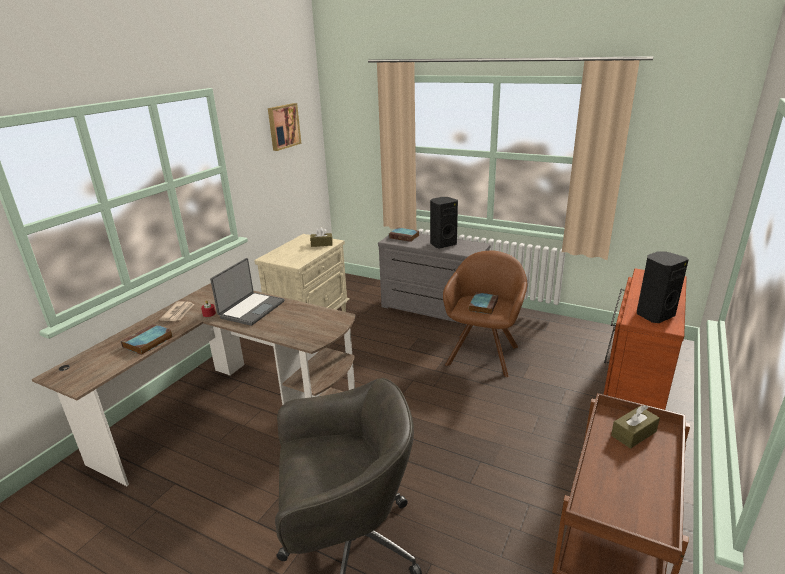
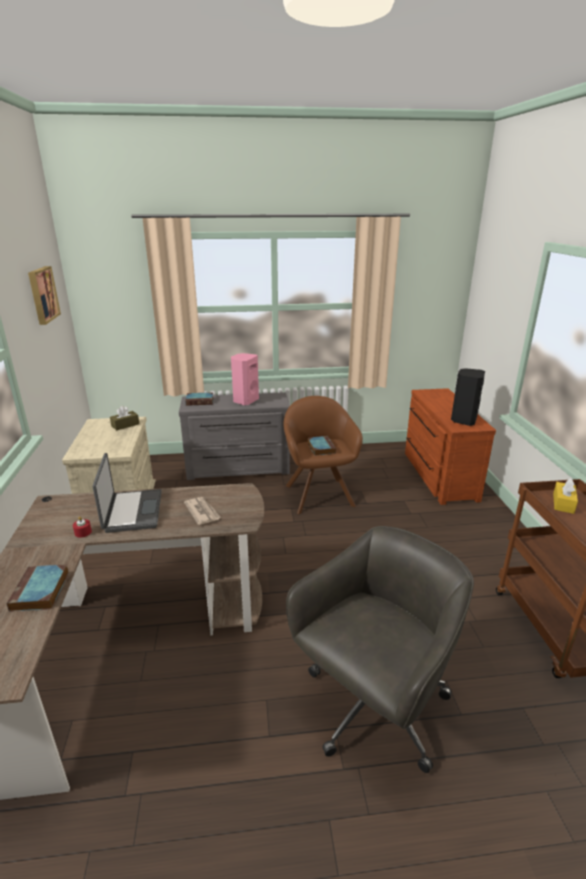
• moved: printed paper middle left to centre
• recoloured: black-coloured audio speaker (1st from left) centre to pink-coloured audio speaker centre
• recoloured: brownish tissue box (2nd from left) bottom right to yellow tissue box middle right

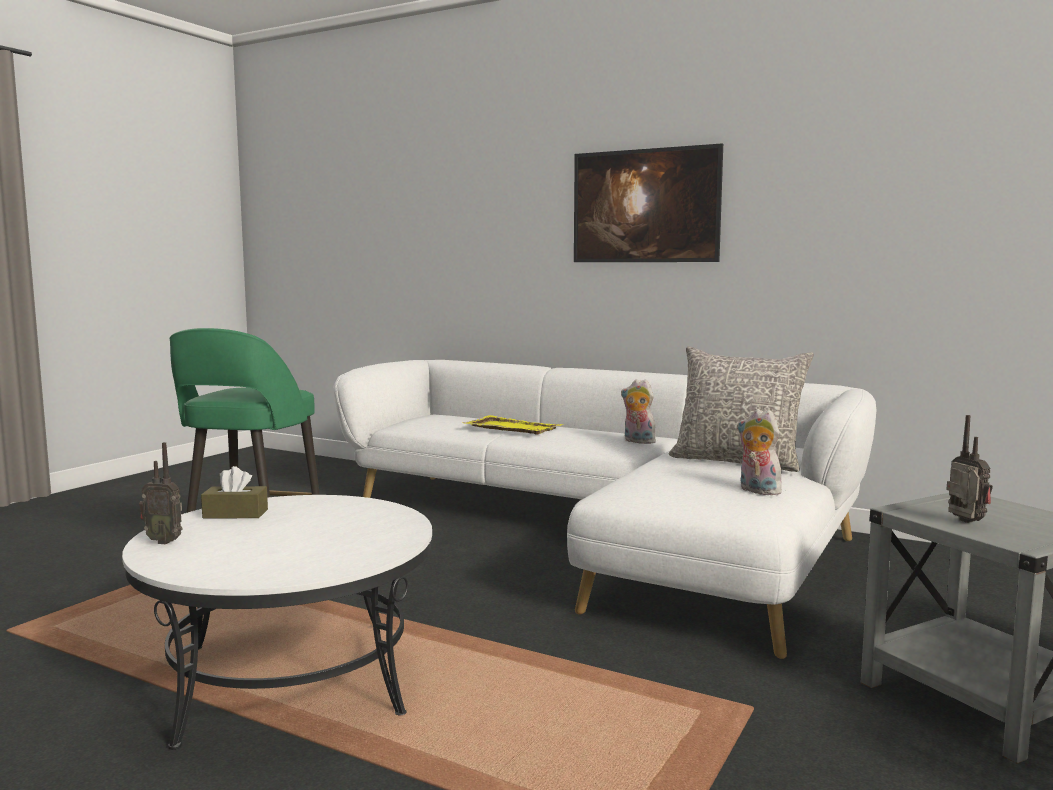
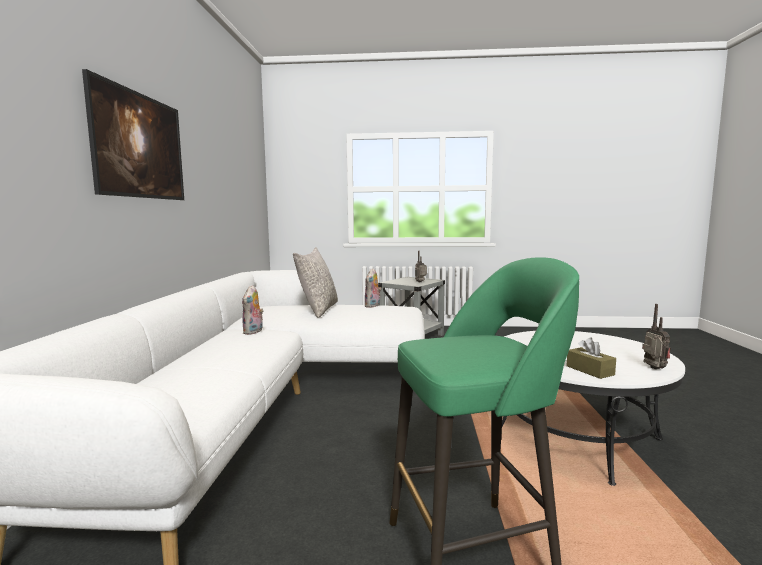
• removed: yellow carrying tray centre

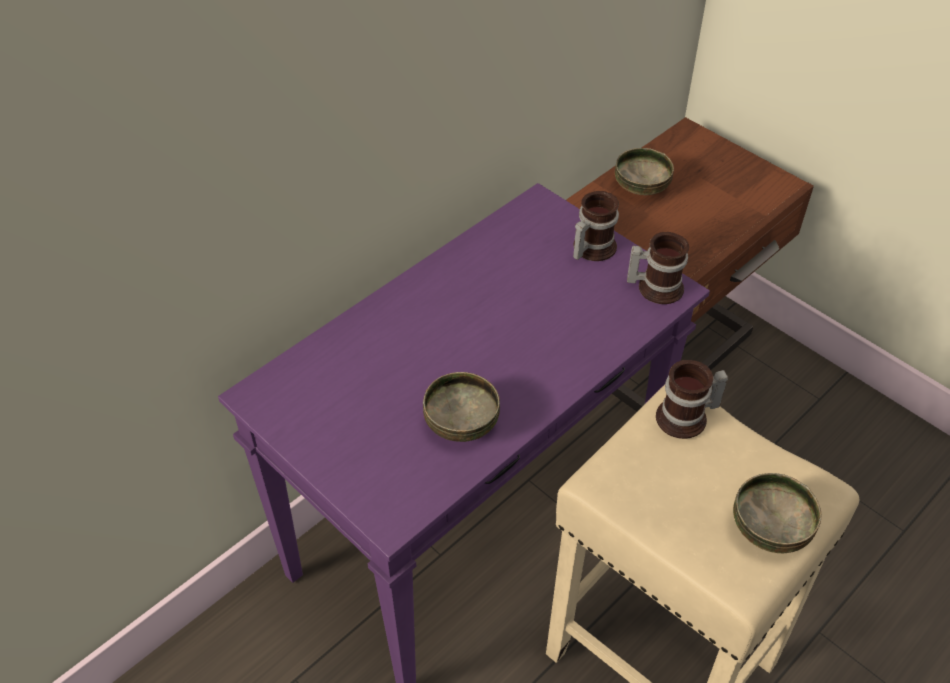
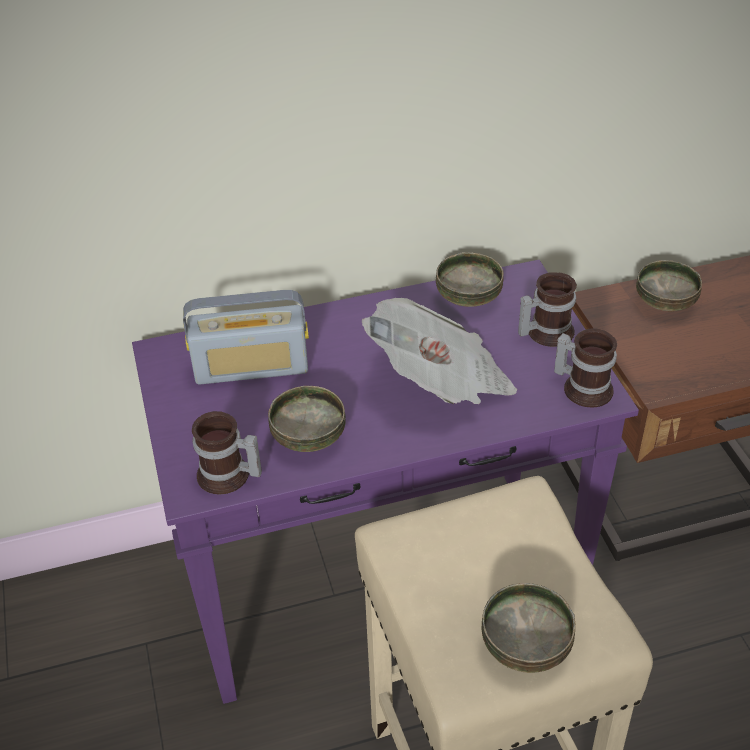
• added: radio receiver middle left
• added: printed paper centre
• added: serving bowl (2nd from left) centre
• moved: coffee mug (3rd from left in the first image) middle right to coffee mug (1st from left) middle left

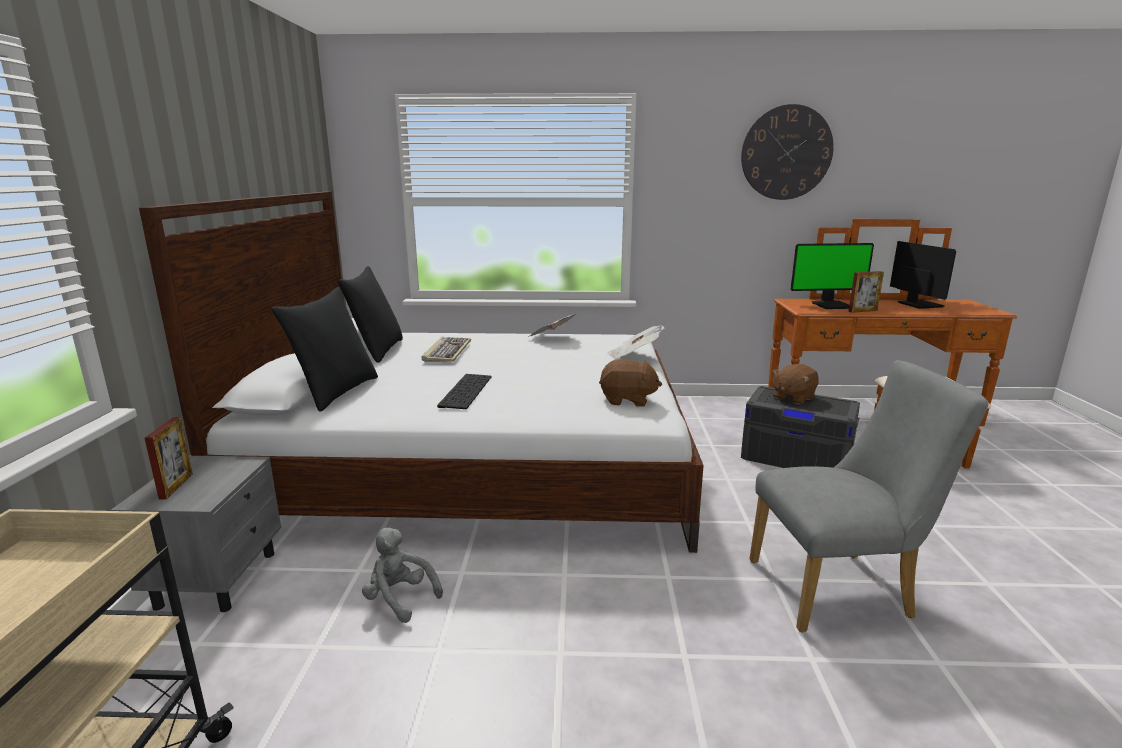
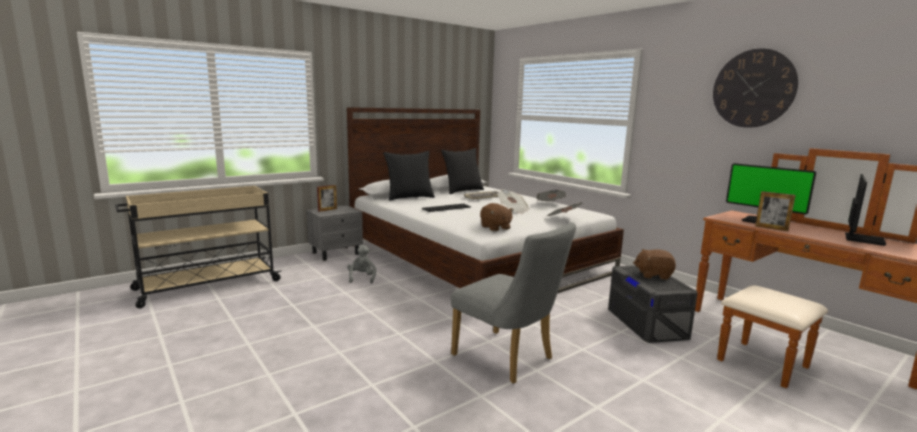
• added: printed paper (1st from left) centre

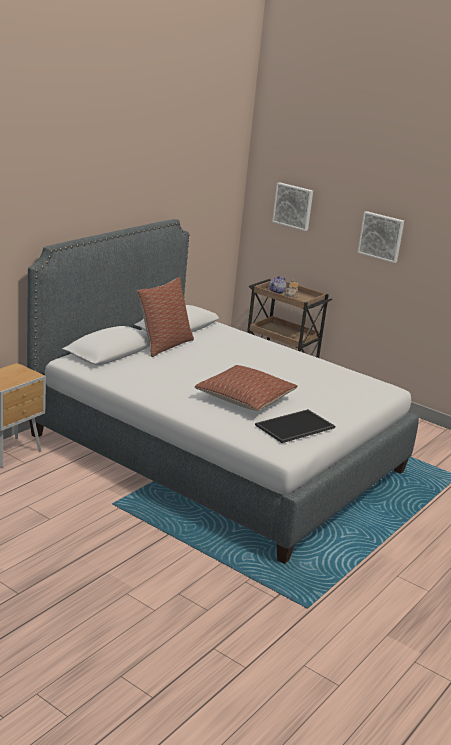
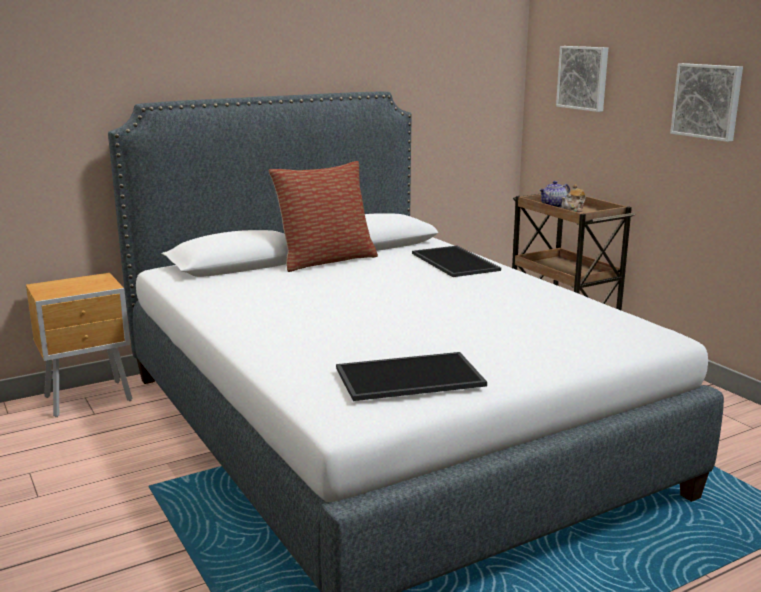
• removed: throw pillow (2nd from left) centre
• added: carrying tray (2nd from left) centre

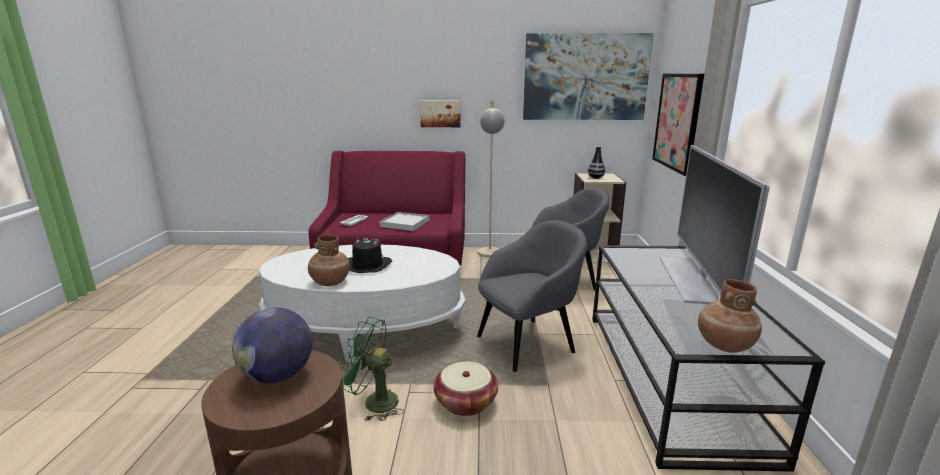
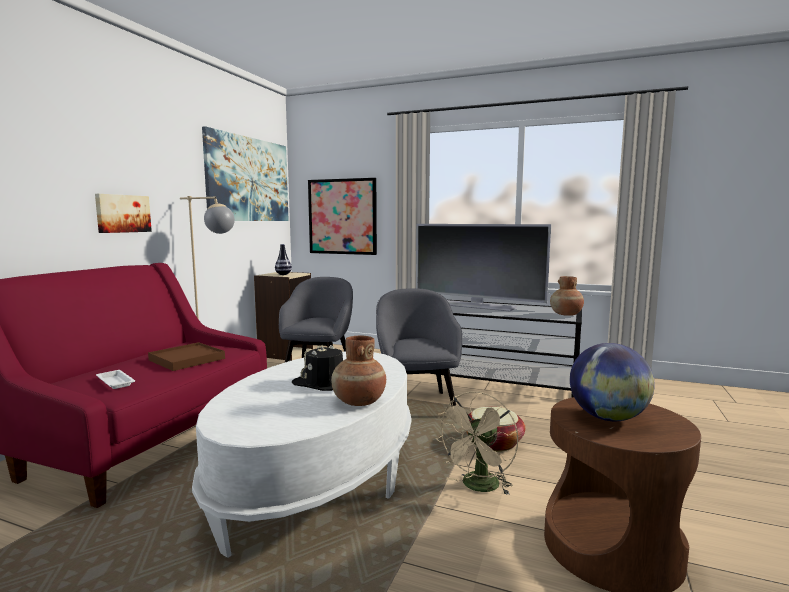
• recoloured: greenish electric fan bottom centre to beige-coloured electric fan bottom centre
• recoloured: white carrying tray (2nd from left) centre to brownish carrying tray middle left

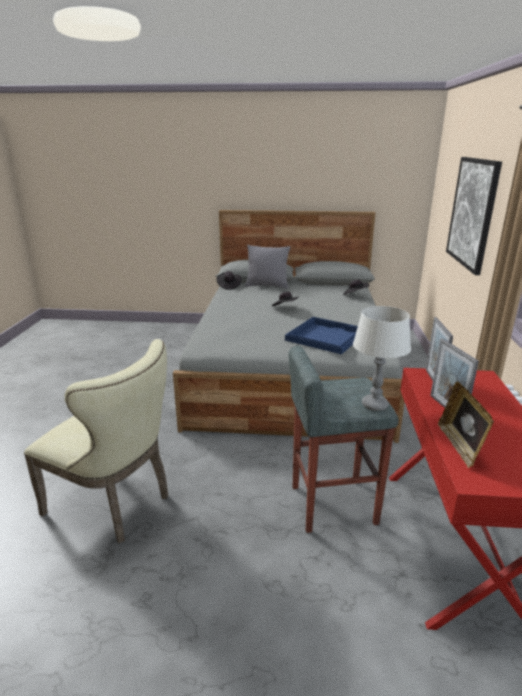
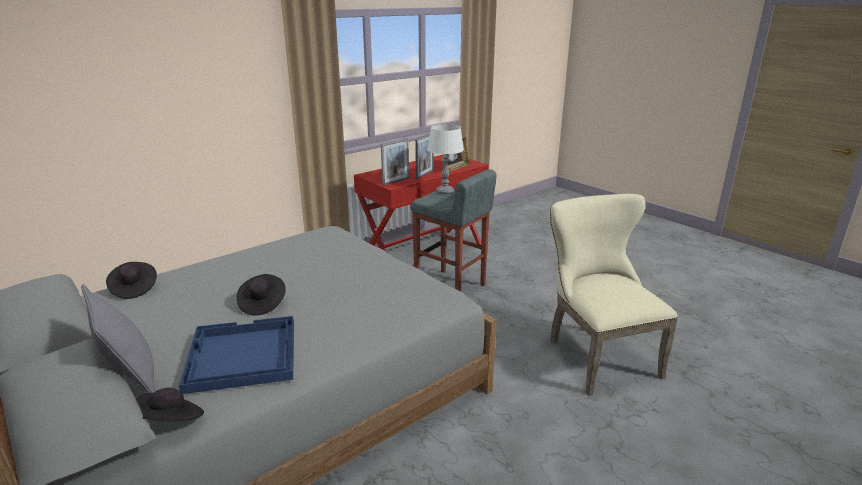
• removed: picture top right
• moved: blue carrying tray centre to bottom left

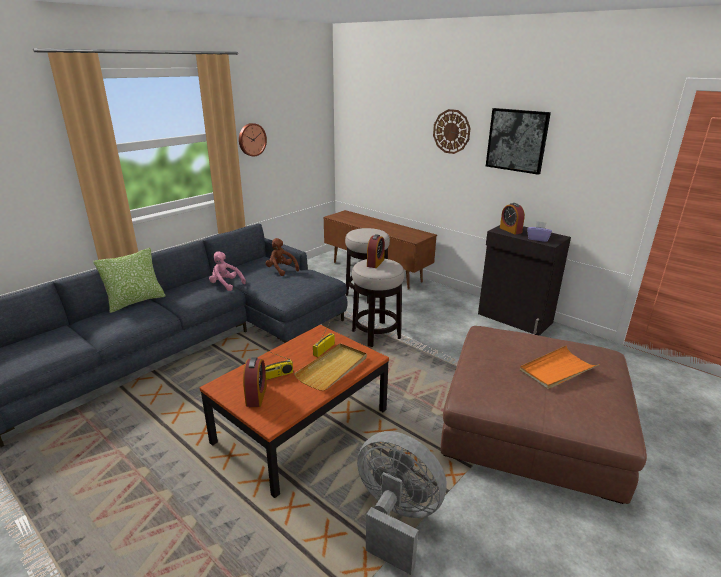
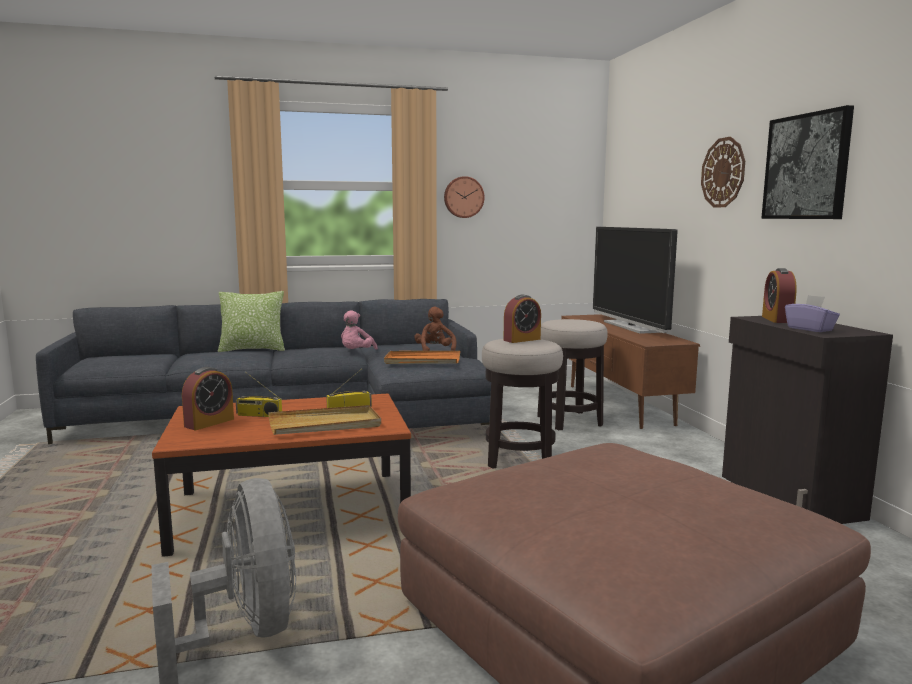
• added: TV set middle right
• moved: orangey carrying tray middle right to centre
• turned: pink-coloured plush toy middle left = centre 135 degrees counterclockwise

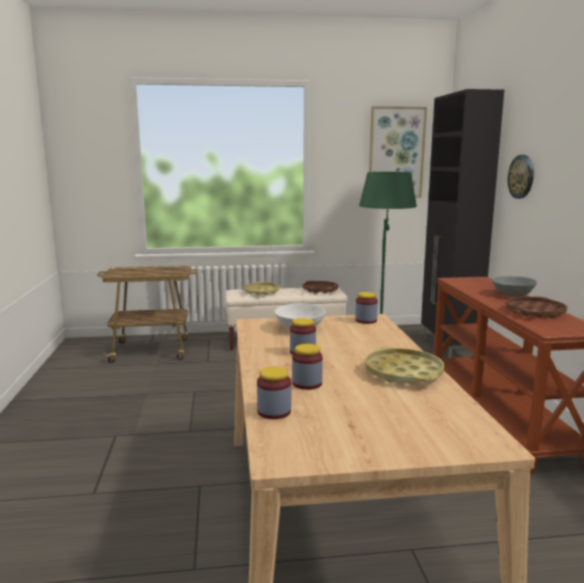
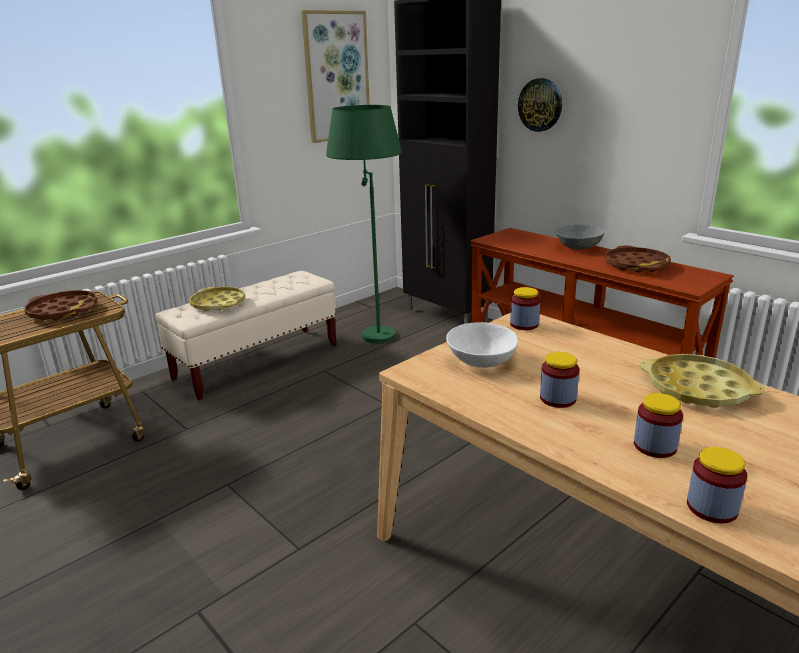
• moved: brownish carrying tray (1st from left) centre to middle left

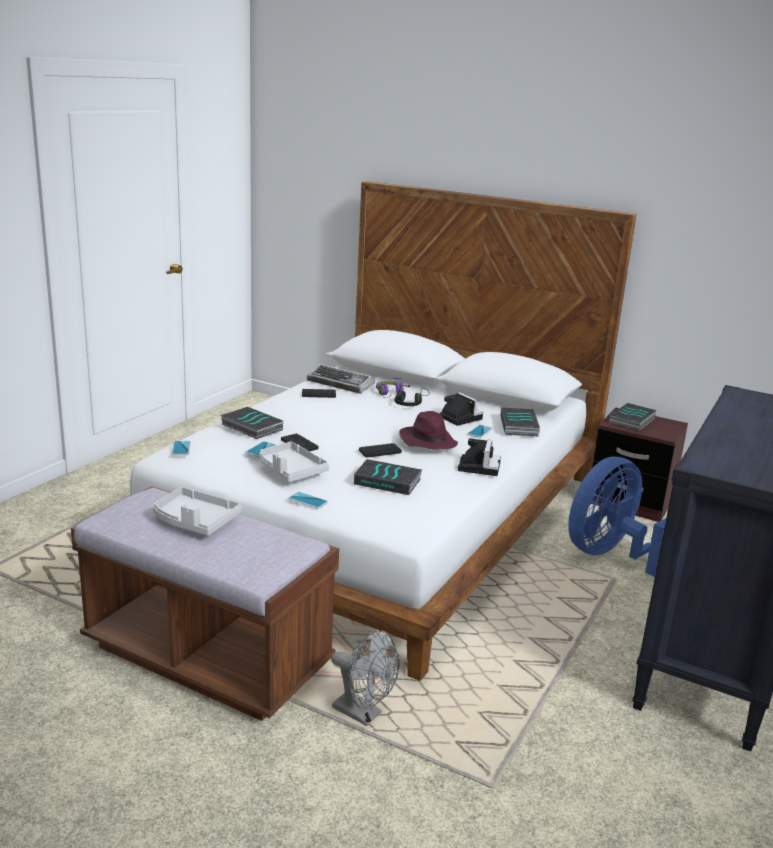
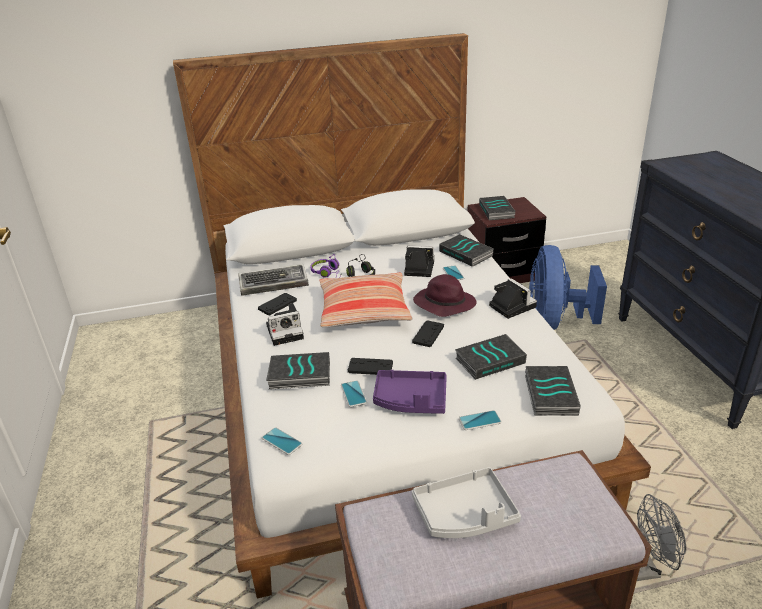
• added: photo camera (1st from left) centre
• added: throw pillow centre
• added: volume (5th from left) middle right
• recoloured: greyish carrying tray (2nd from left) centre to purplish carrying tray centre

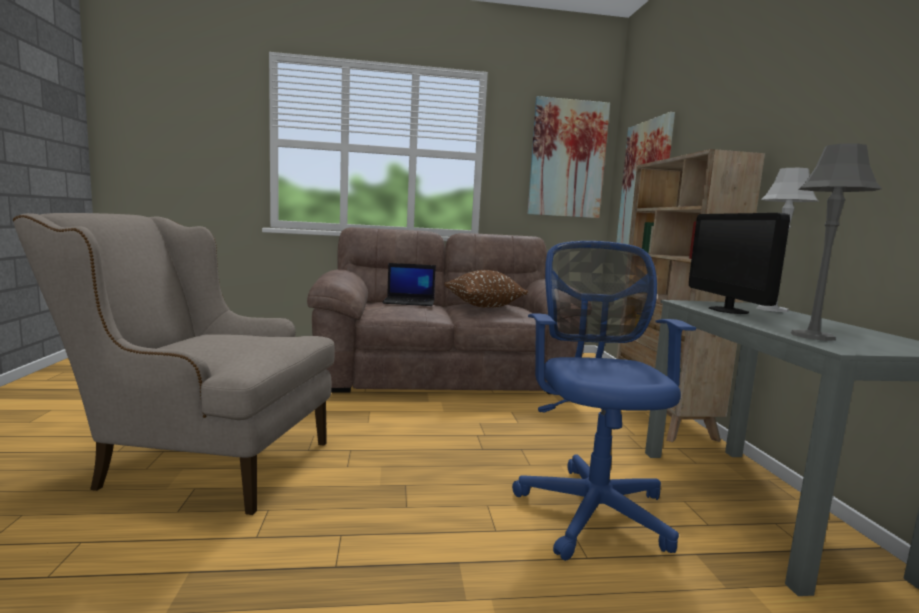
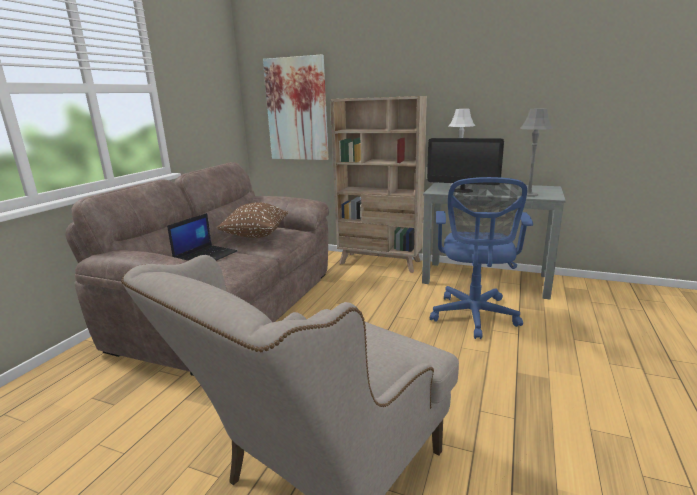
• removed: picture (1st from left) top centre
• turned: blue desk chair centre = middle right 105 degrees counterclockwise

